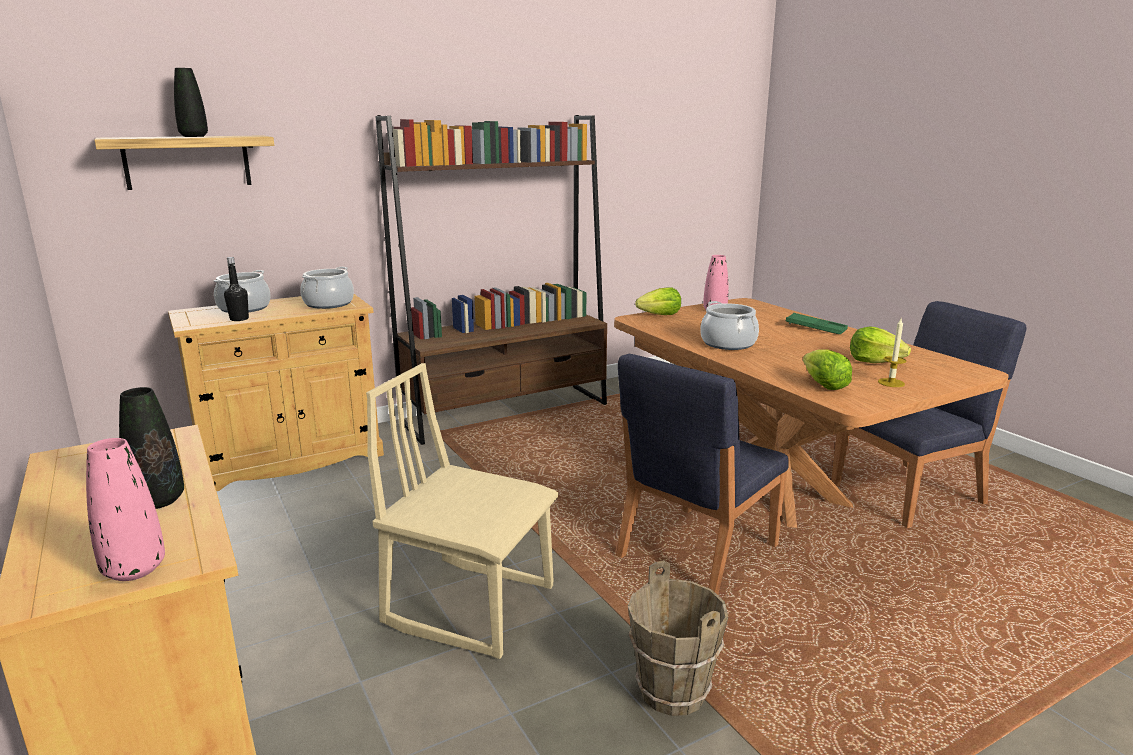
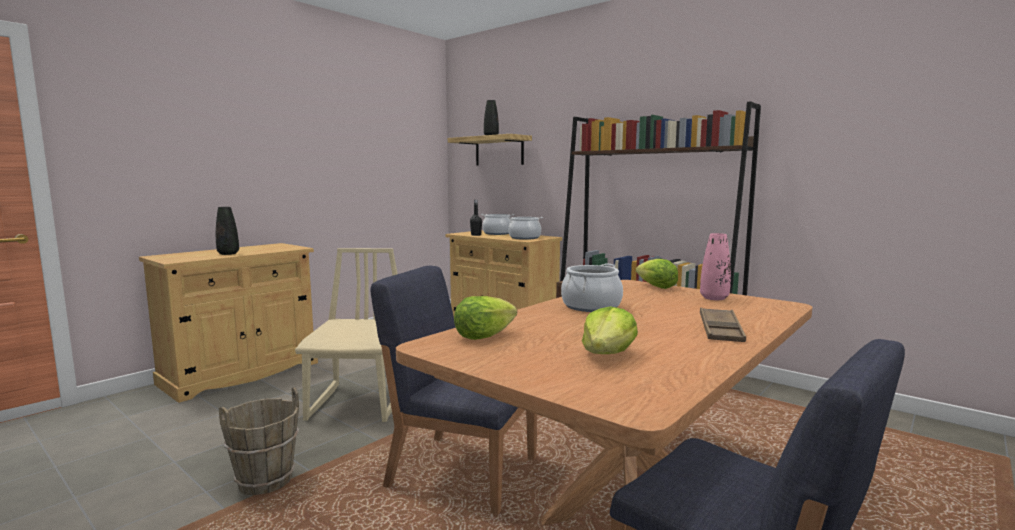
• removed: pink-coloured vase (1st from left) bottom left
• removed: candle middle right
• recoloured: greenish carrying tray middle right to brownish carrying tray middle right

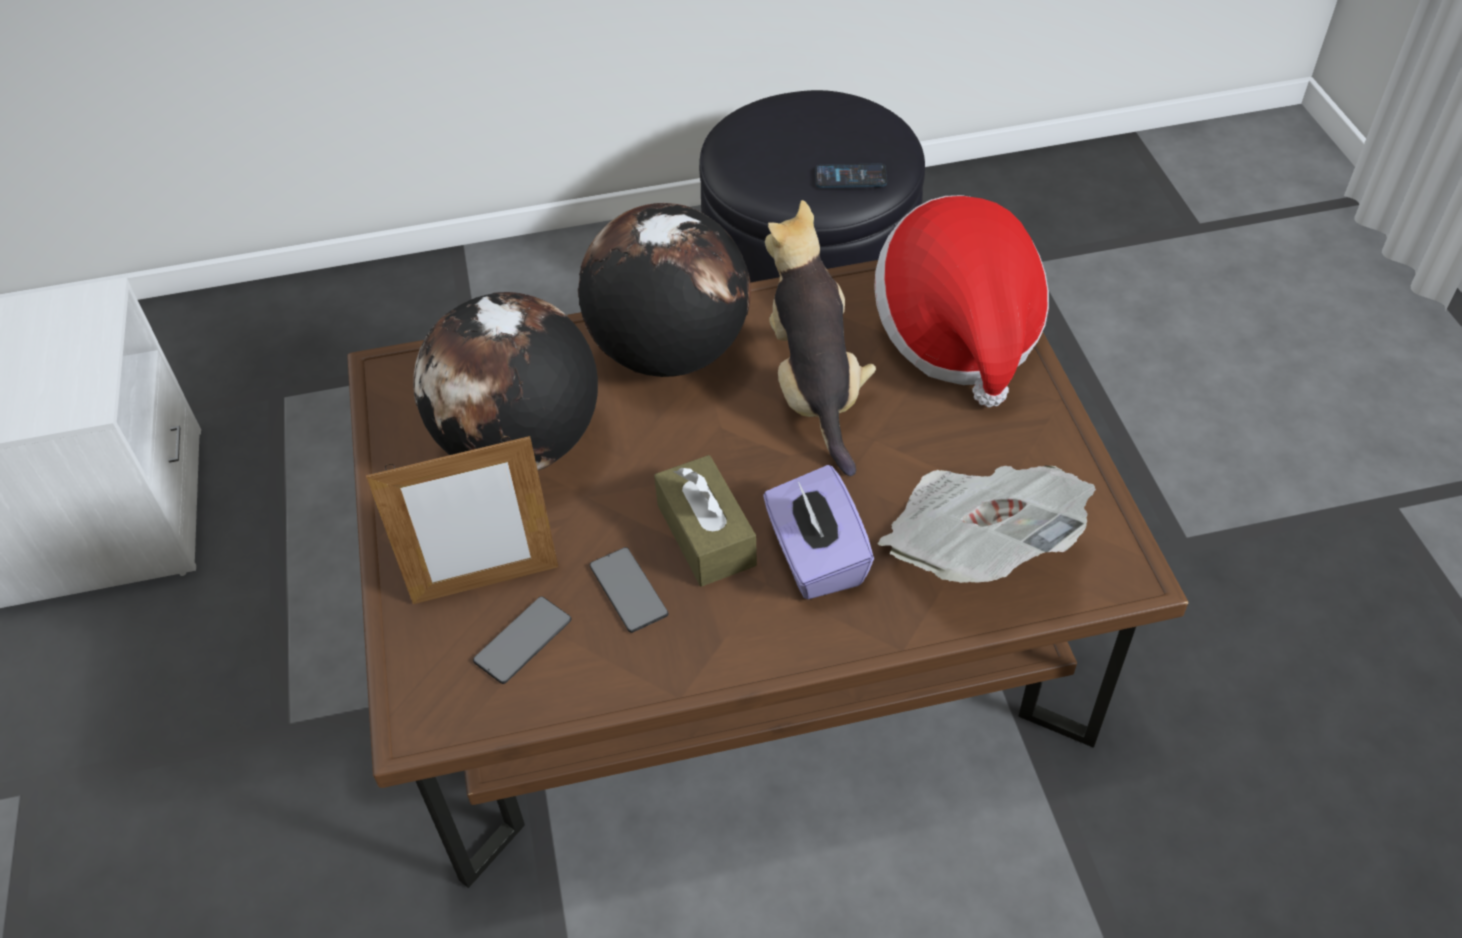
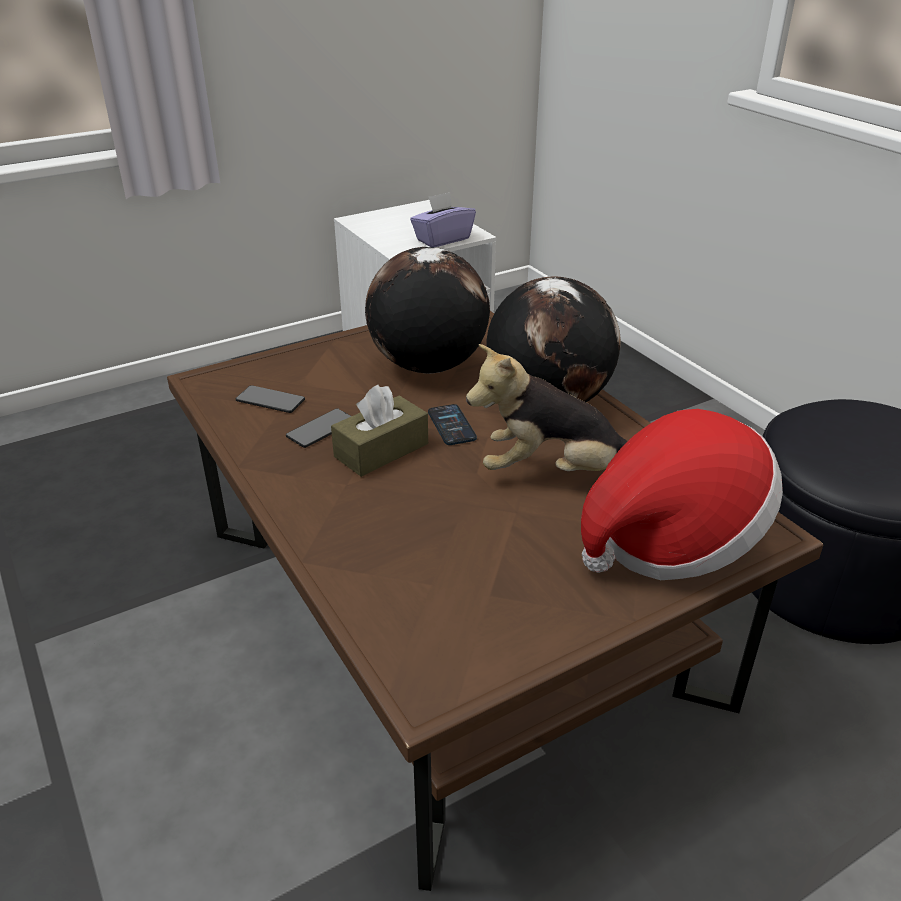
• removed: standing frame middle left
• removed: printed paper middle right
• moved: purplish tissue box centre to top centre
• moved: handset (3rd from left) top centre to centre
• turned: plush toy centre = centre 150 degrees counterclockwise

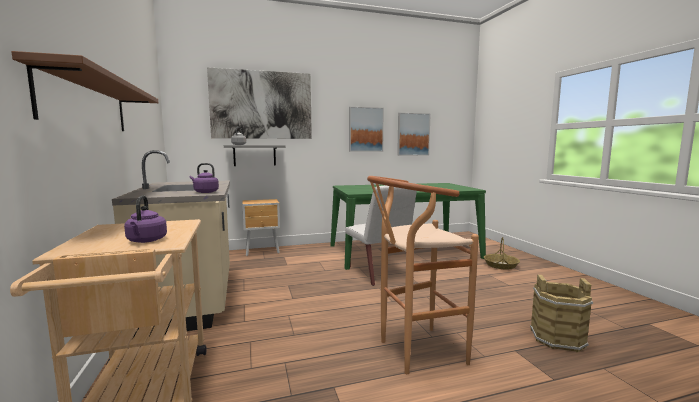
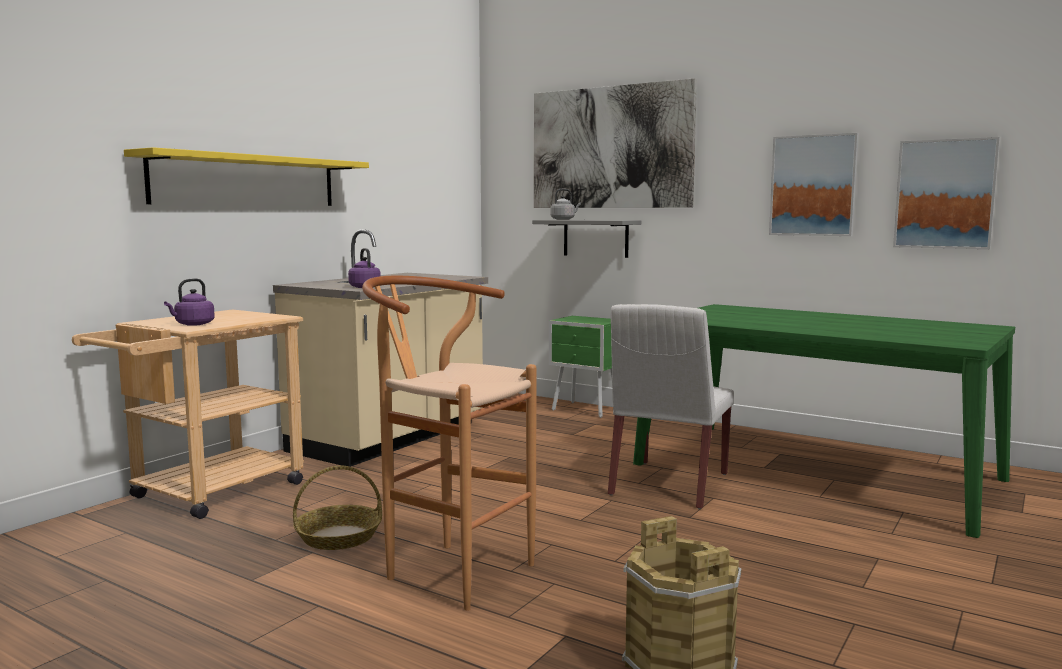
• moved: basket middle right to bottom left
• recoloured: brownish shelf top left to yellow shelf top left
• recoloured: brownish bedside table centre to greenish bedside table centre

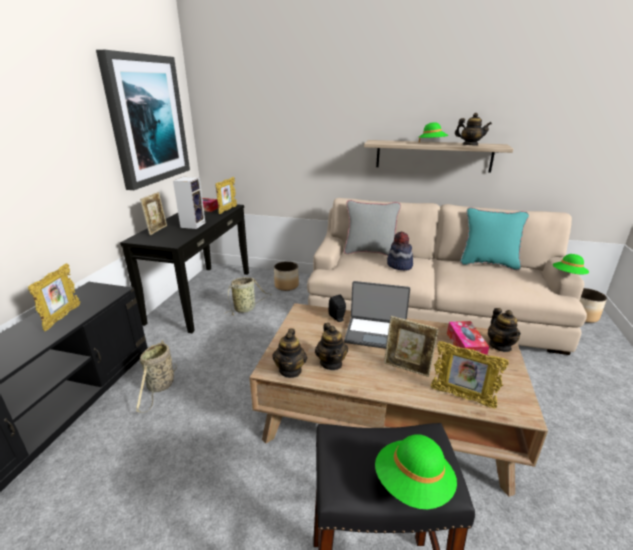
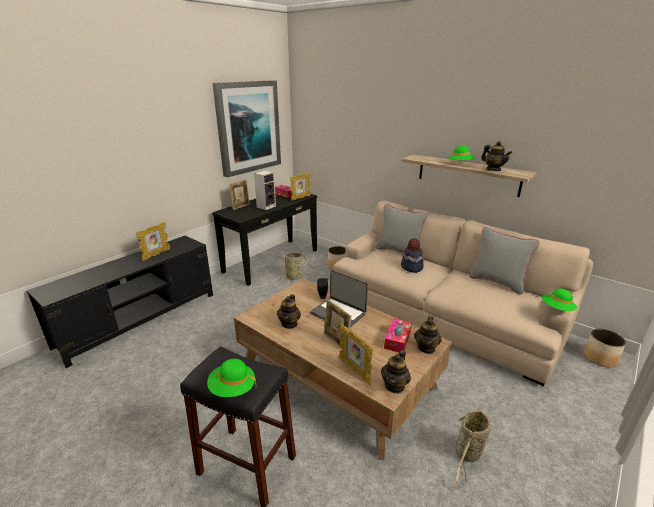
• moved: basket (1st from left in the first image) bottom left to basket (2nd from left) bottom right
• moved: pot for tea (1st from left in the first image) centre to pot for tea (2nd from left) bottom centre
• recoloured: turquoise throw pillow middle right to greyish throw pillow (2nd from left) middle right

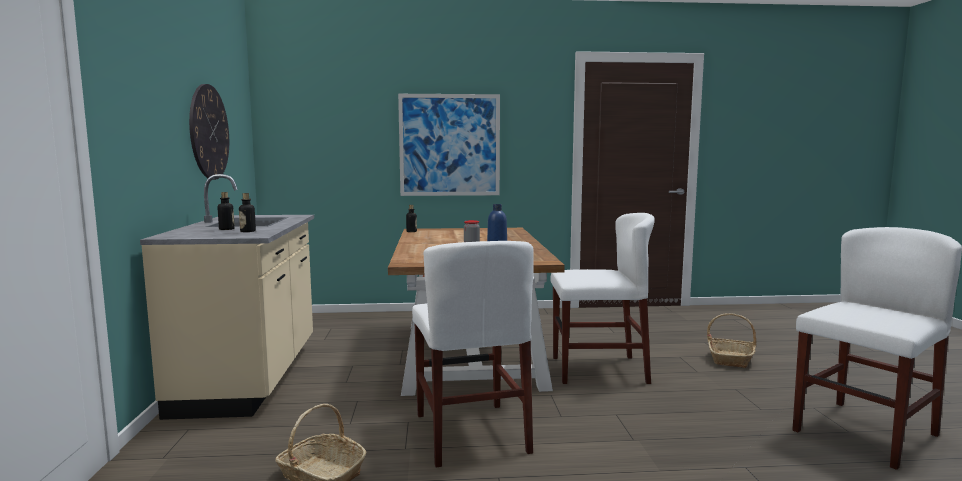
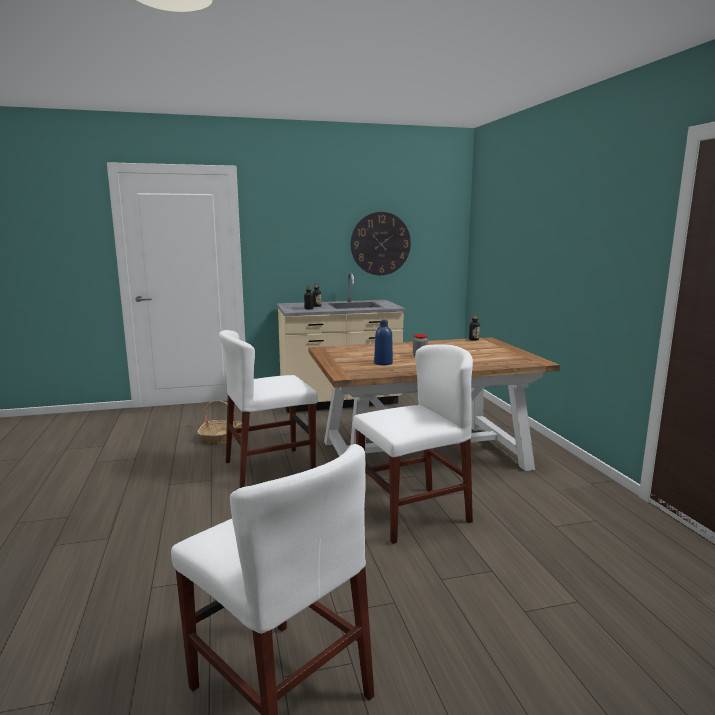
• removed: picture top centre
• removed: basket (2nd from left) bottom right
• turned: white upright chair (2nd from left in the first image) centre = centre 105 degrees counterclockwise

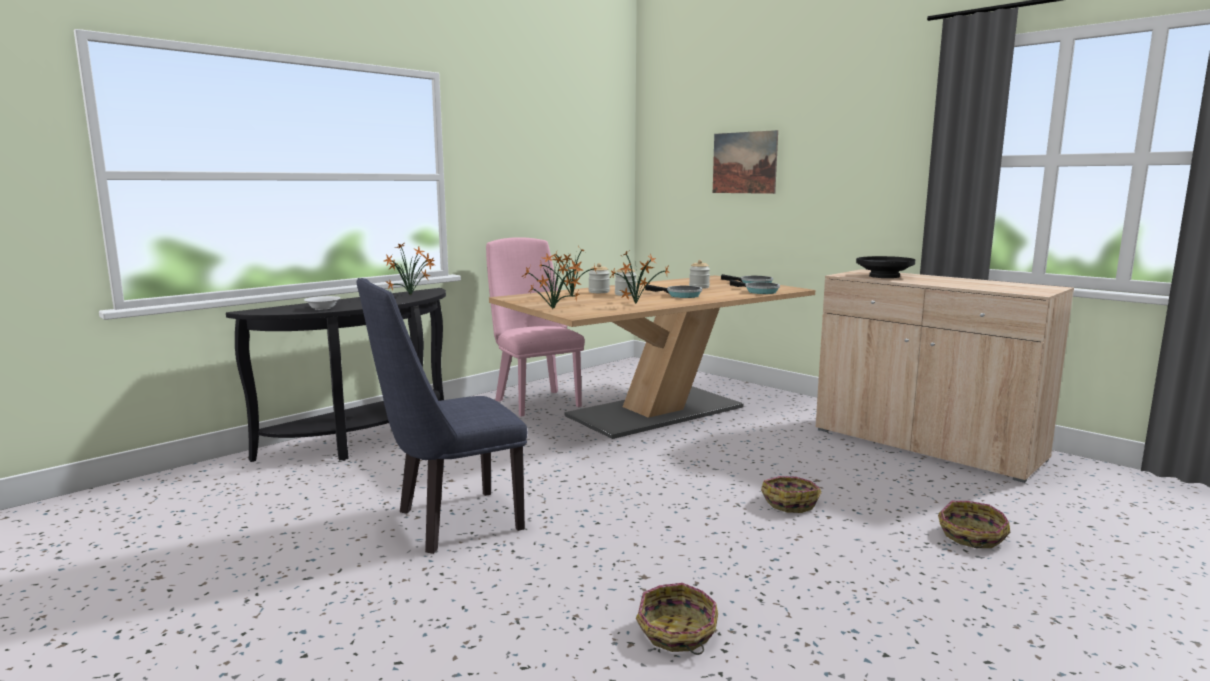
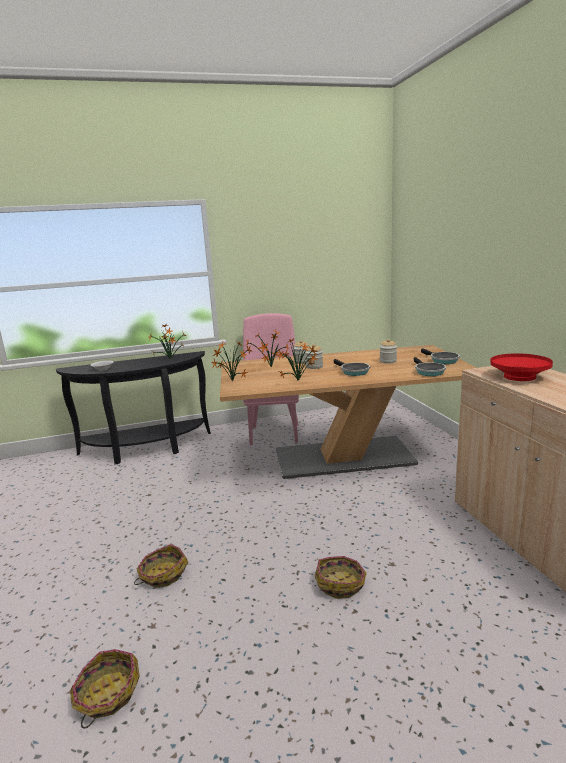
• removed: blue upright chair centre
• removed: picture top centre
• moved: basket (3rd from left in the first image) bottom right to basket (2nd from left) bottom left
• recoloured: black-coloured serving bowl middle right to reddish serving bowl middle right

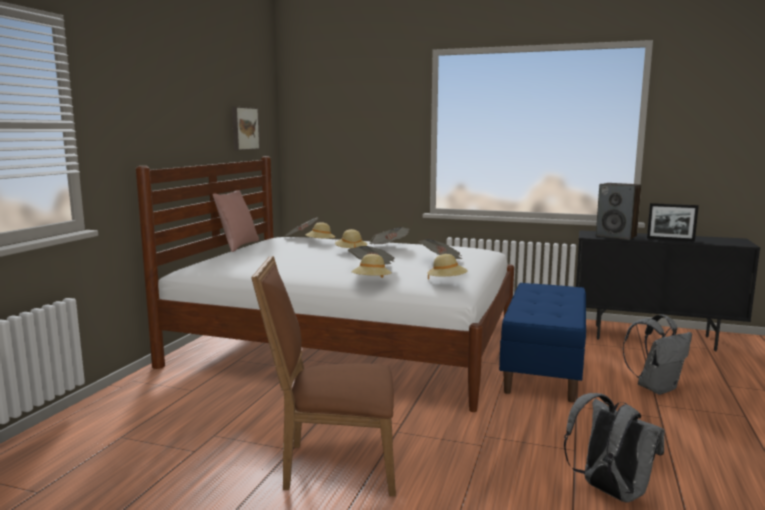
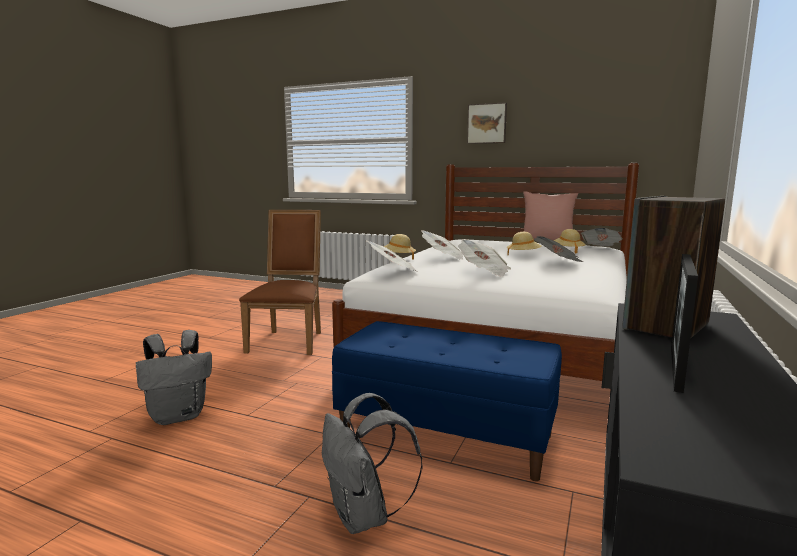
• moved: picture top left to top centre
• replaced: beige-coloured clothing hat (4th from left) centre to printed paper (1st from left) centre

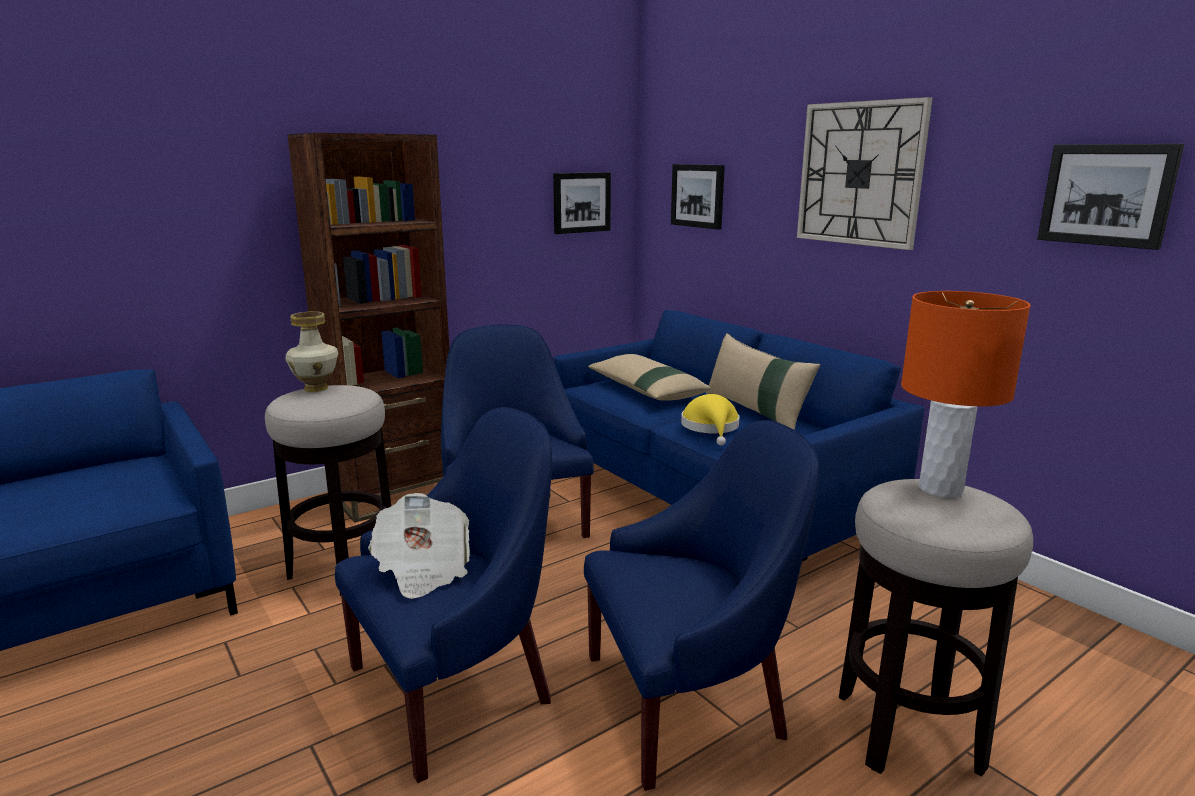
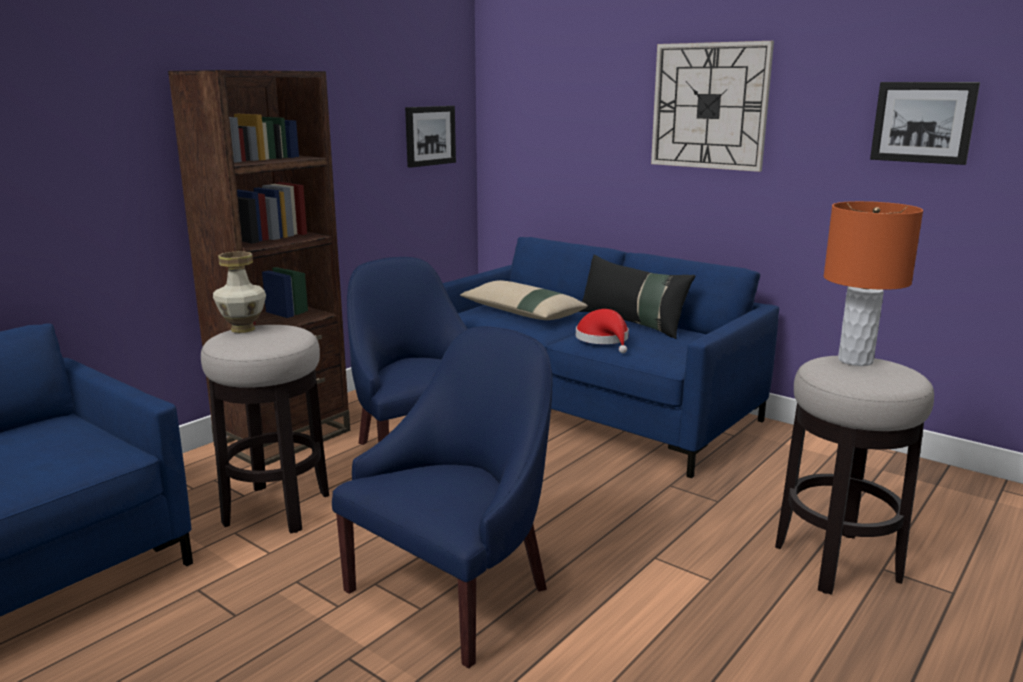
• removed: printed paper bottom centre
• removed: blue armchair (3rd from left) bottom centre
• removed: picture (2nd from left) top centre
• recoloured: yellow clothing hat centre to reddish clothing hat centre
• recoloured: beige-coloured throw pillow (2nd from left) centre to black-coloured throw pillow centre

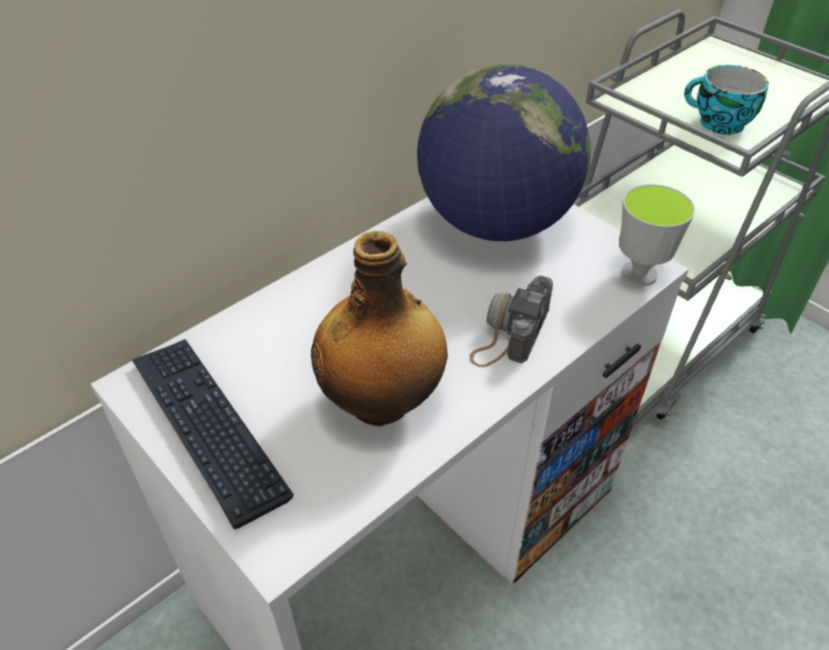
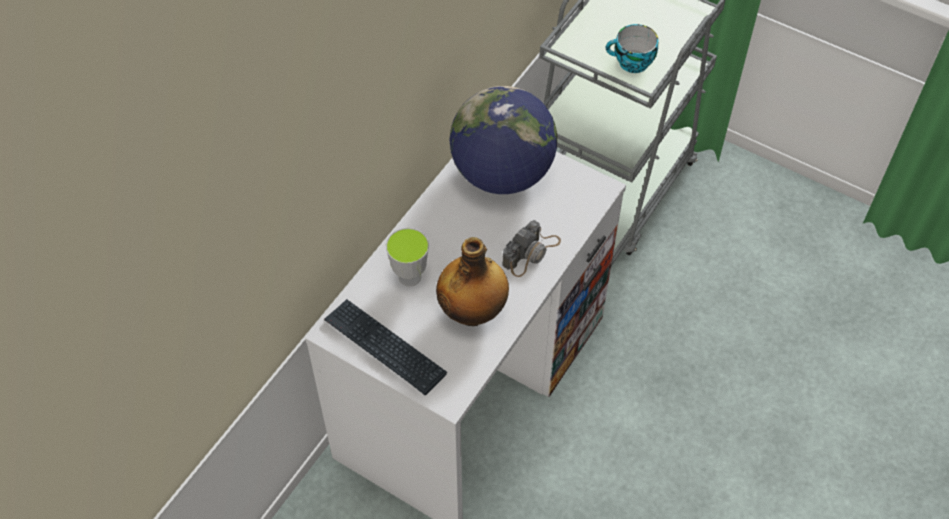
• moved: drinking cup (1st from left) middle right to centre
• turned: photo camera centre = centre 150 degrees counterclockwise

